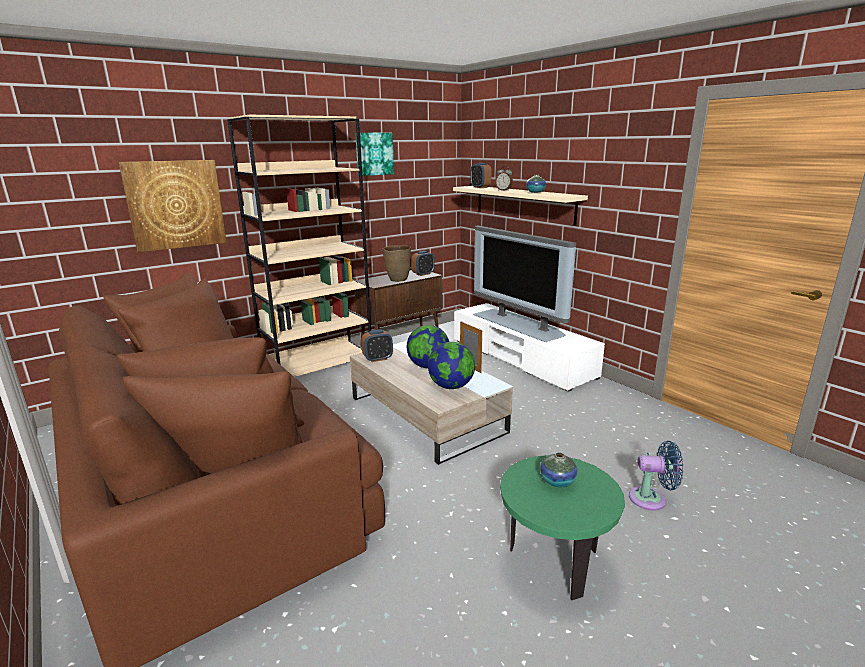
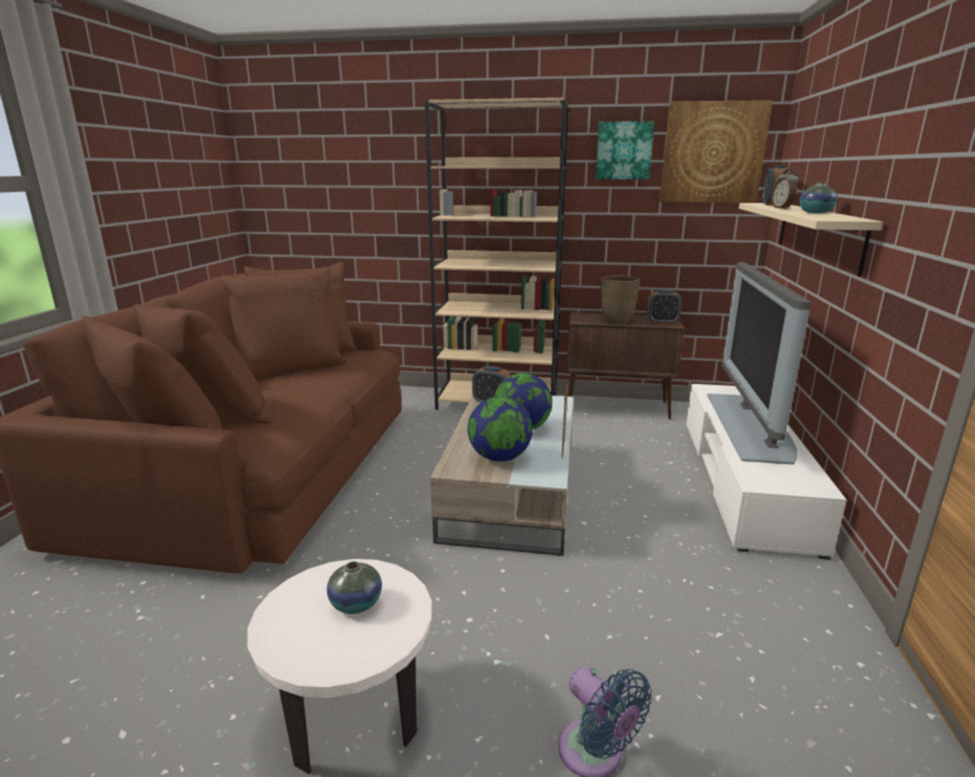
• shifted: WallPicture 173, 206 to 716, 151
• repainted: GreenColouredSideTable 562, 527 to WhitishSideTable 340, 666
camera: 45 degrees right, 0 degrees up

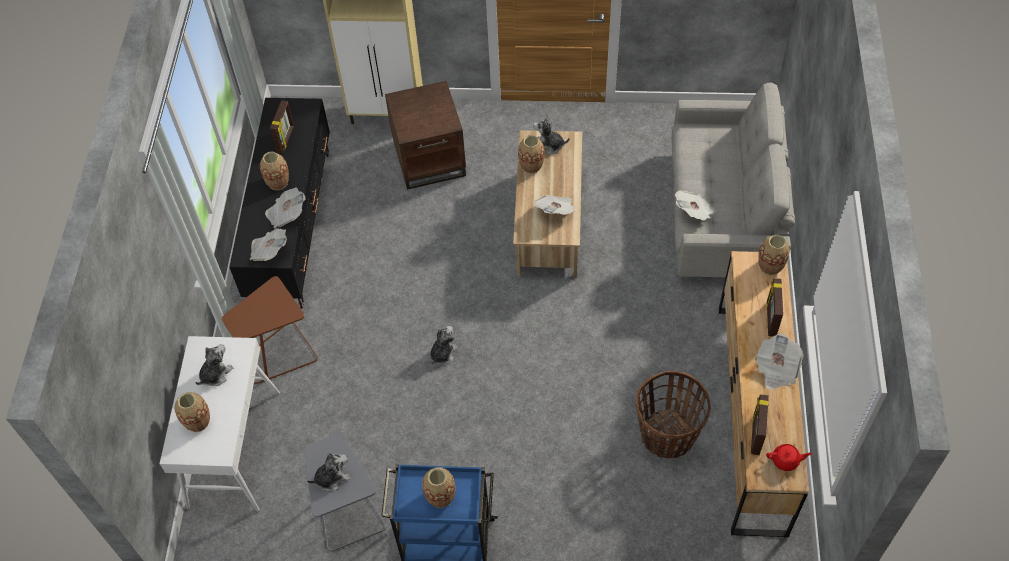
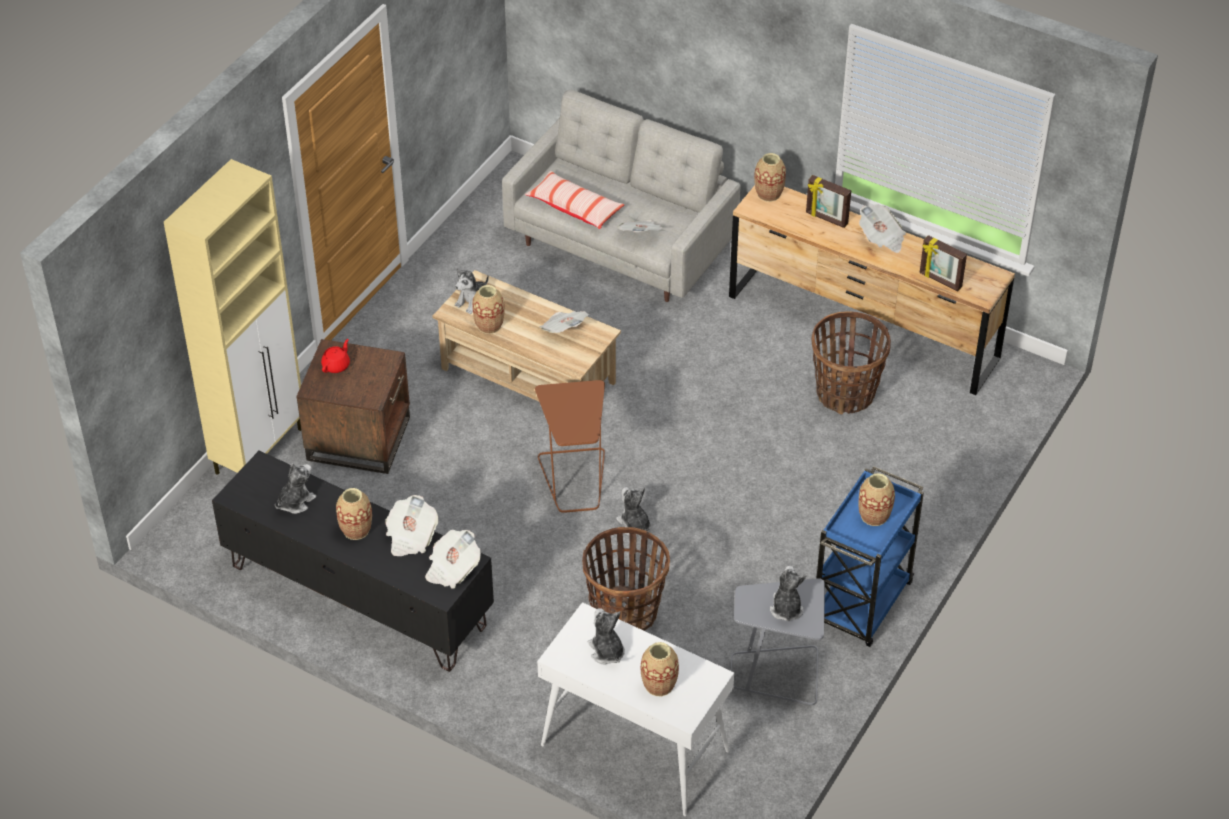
• new: Cushion 574, 200
• new: HouseholdBasket 626, 579
• shifted: BrownColouredSideTable 270, 330 to 570, 446
• shifted: RedPotForTea 789, 457 to 335, 356
• swapped: PictureFrame 282, 127 to PlushToy 295, 488
camera: 65 degrees left, 10 degrees down

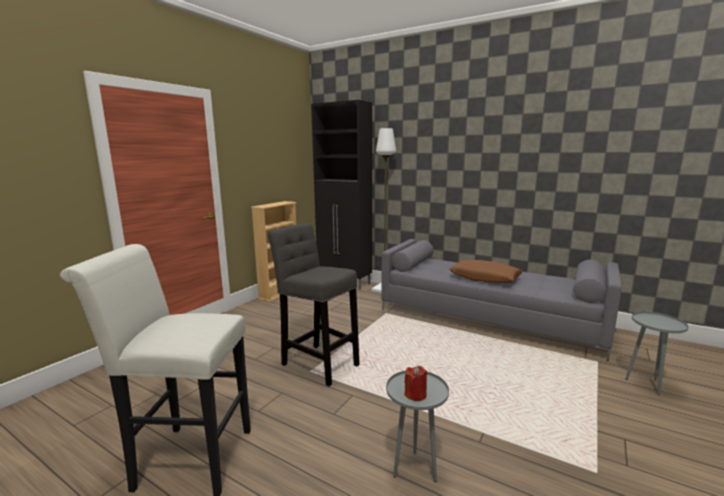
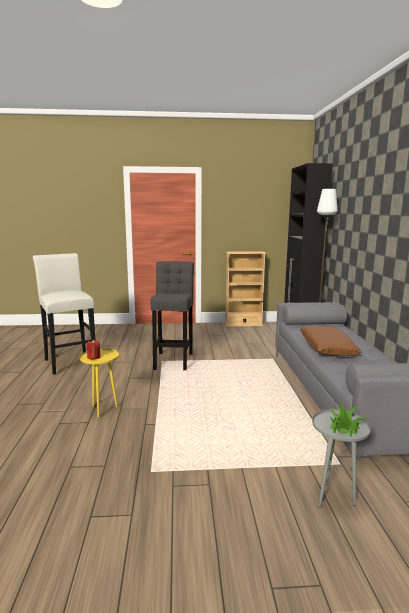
• new: Houseplant 348, 419
• repainted: GreySideTable 417, 426 to YellowColouredSideTable 99, 383
camera: 55 degrees right, 0 degrees up

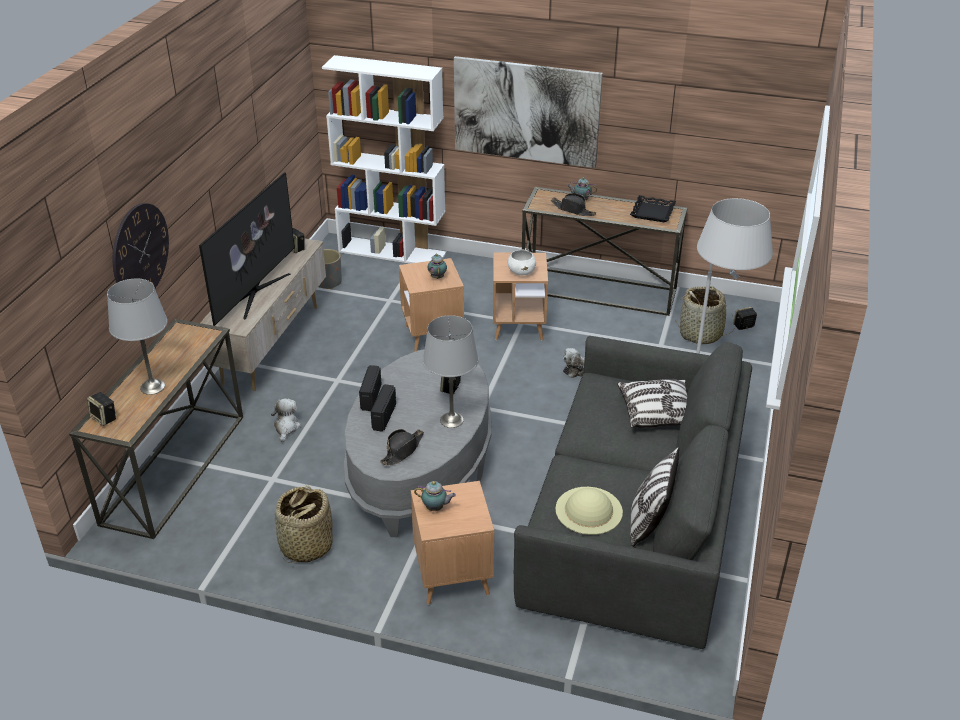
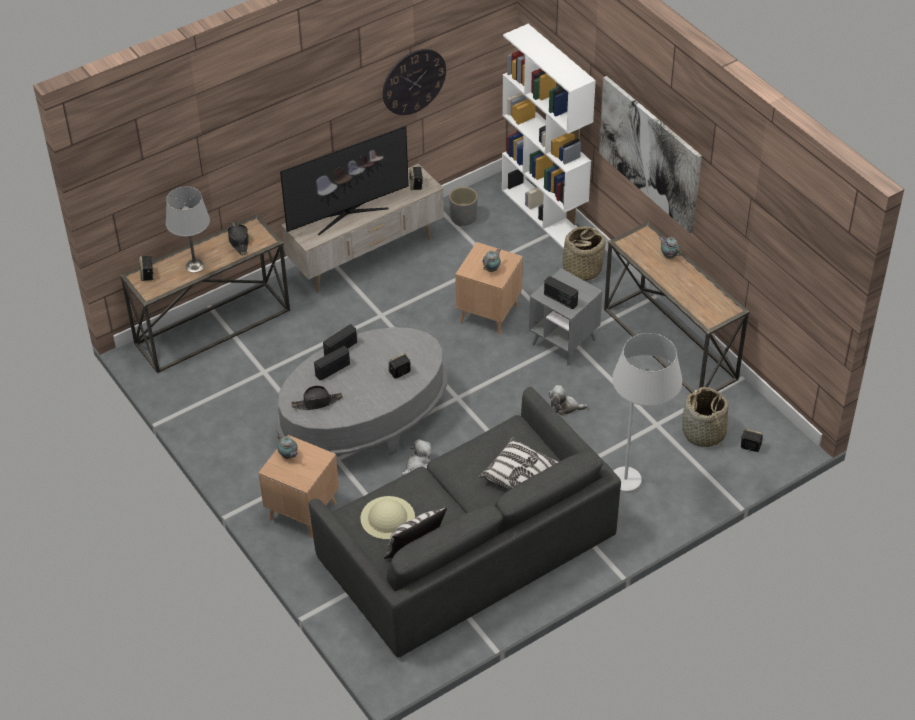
• gone: GreyTabletopLamp 450, 371
• gone: BlackColouredCarryingTray 653, 208
• shifted: ClockOnTheWall 141, 245 to 414, 82
• shifted: PlushToy 286, 420 to 416, 457
• shifted: HouseholdBasket 304, 524 to 581, 253
• shifted: BlackColouredWearableHat 573, 204 to 238, 238
• swapped: WhitishDeepDish 521, 262 to RadioSet 561, 292
• repainted: BrownColouredSideTable 520, 296 to GreySideTable 565, 317
camera: 40 degrees right, 10 degrees up

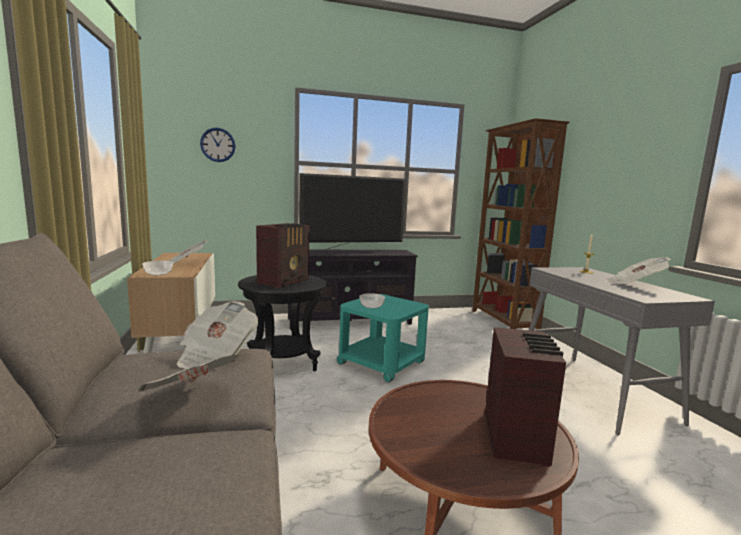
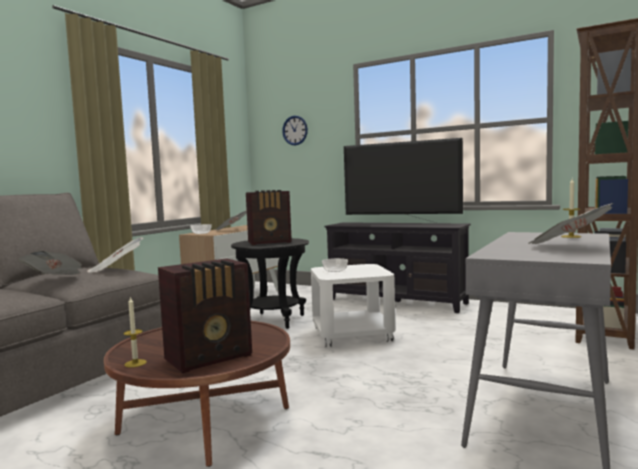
• new: WaxLight 135, 332
• repainted: TurquoiseColouredSideTable 383, 338 to WhitishSideTable 353, 305
camera: 45 degrees right, 5 degrees down

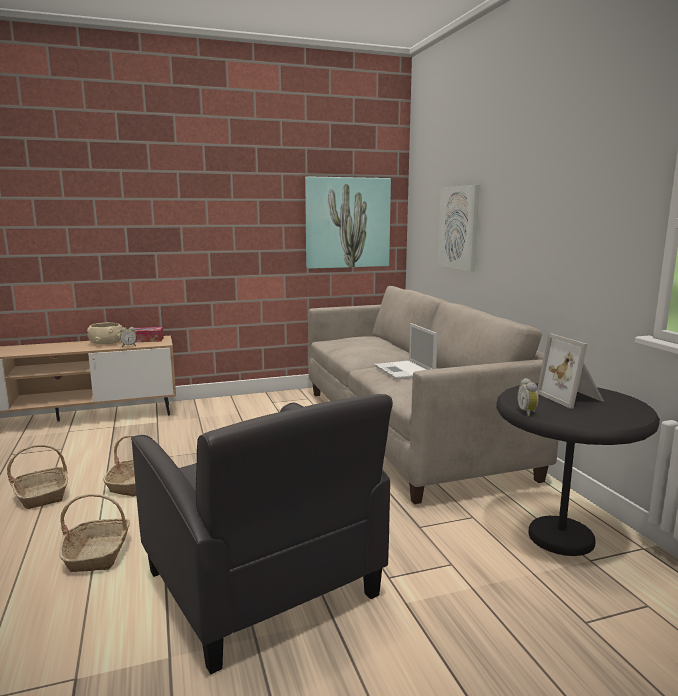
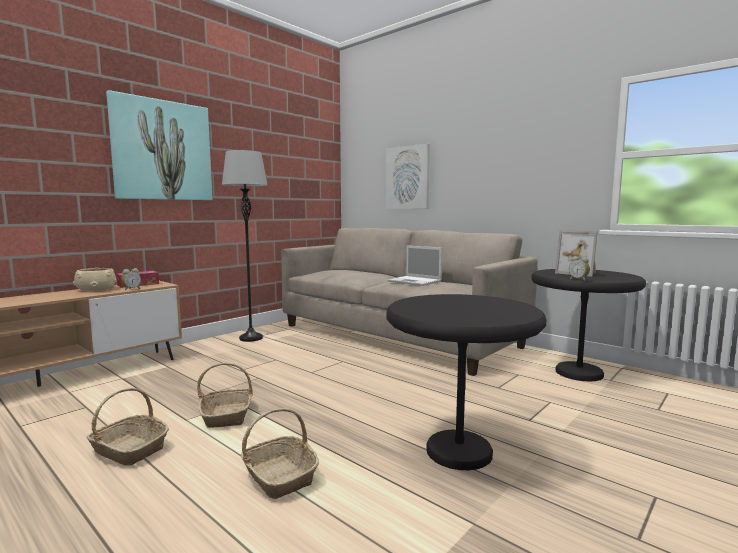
• new: GreyStandingLamp 245, 246
• shifted: WallPicture 348, 222 to 159, 145
• swapped: BlackColouredArmchair 262, 534 to BlackColouredSideTable 466, 382
camera: 30 degrees left, 5 degrees down

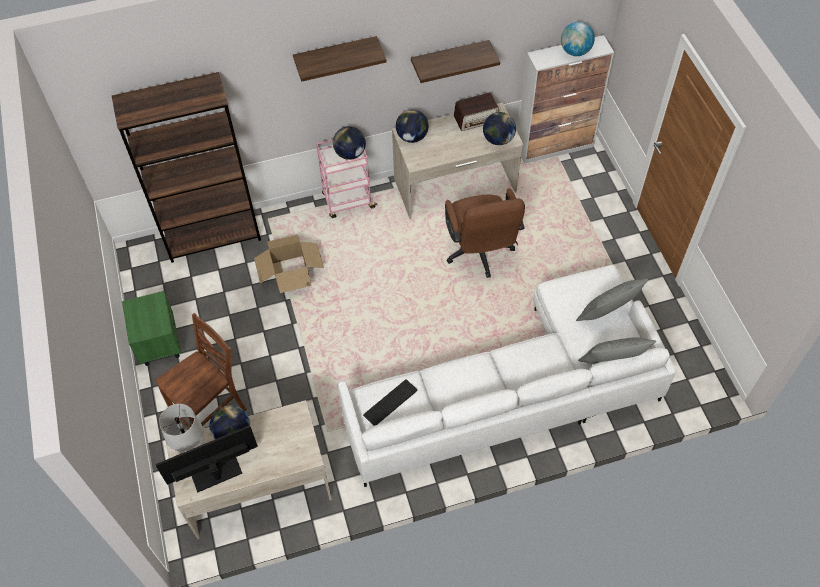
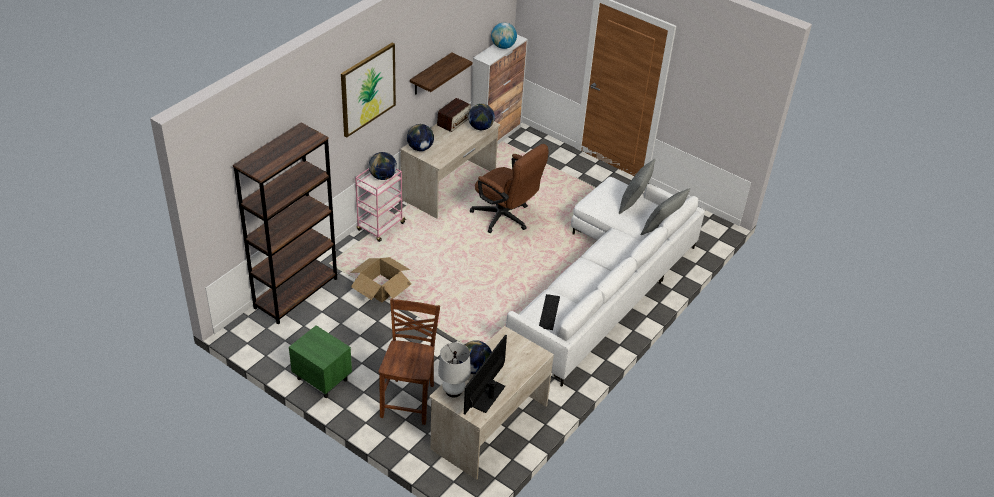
• swapped: BracketShelf 339, 59 to WallPicture 368, 90
camera: 40 degrees left, 15 degrees down

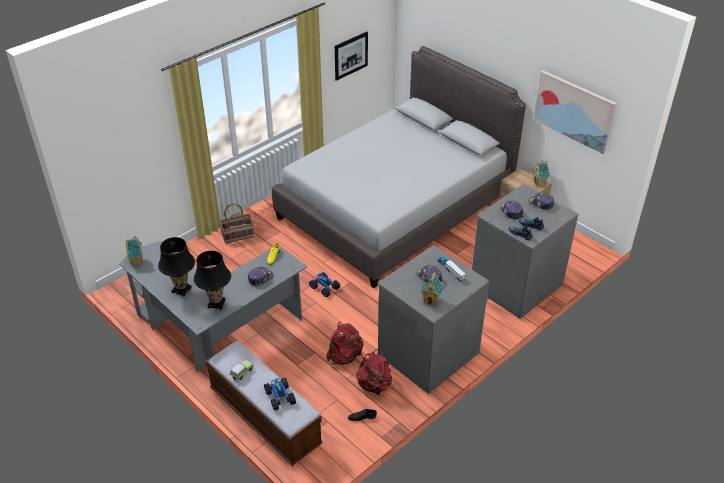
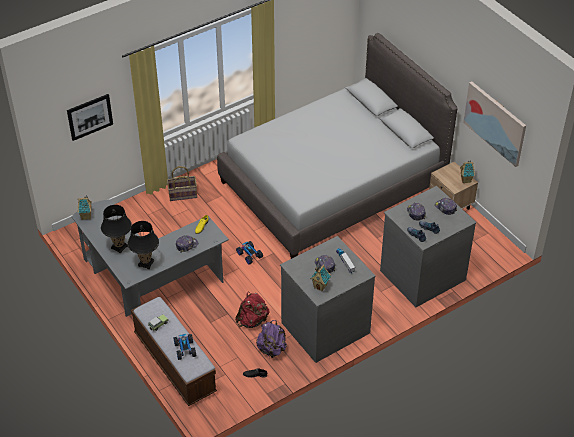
• shifted: WallPicture 351, 56 to 90, 117
• repainted: RedRucksack 374, 372 to PurplishRucksack 271, 339
camera: 10 degrees right, 5 degrees up

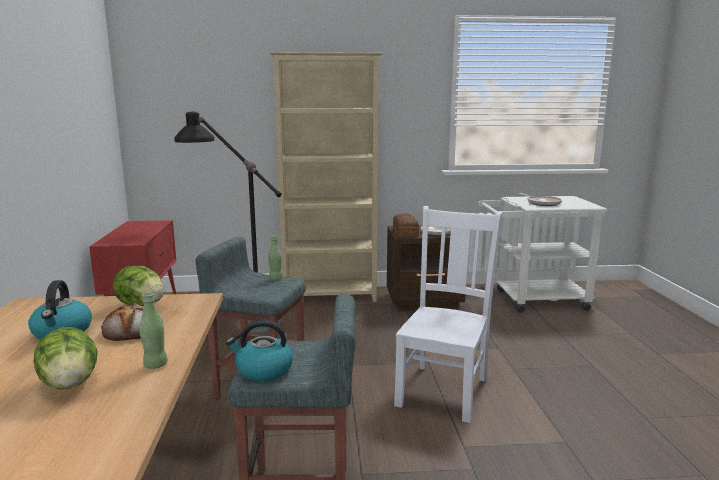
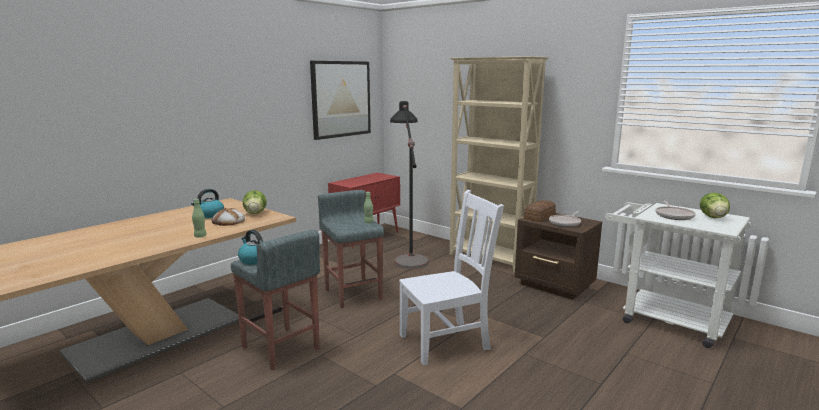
• new: WallPicture 340, 100
• shifted: Lettuce 65, 358 to 715, 205
camera: 45 degrees right, 0 degrees up

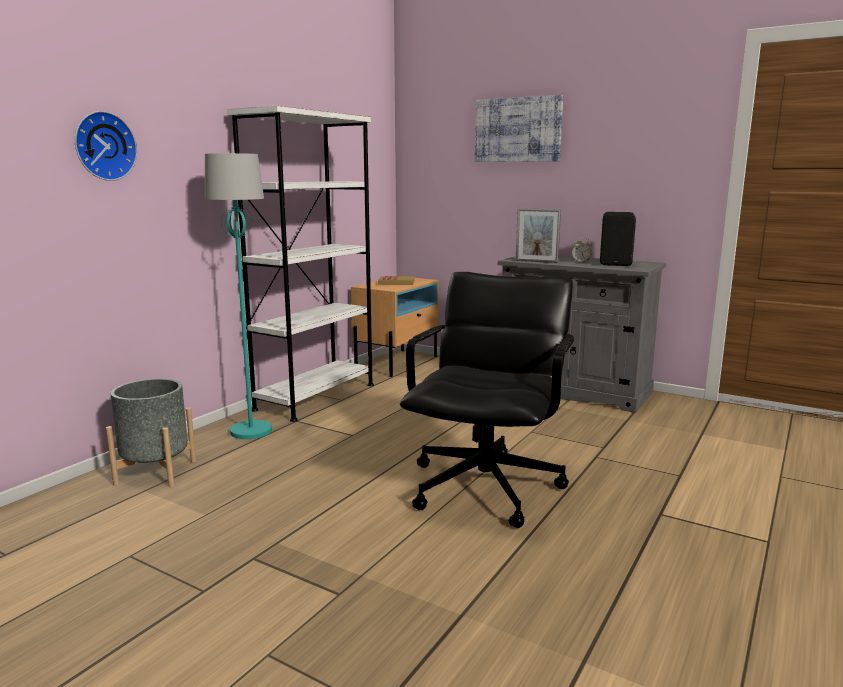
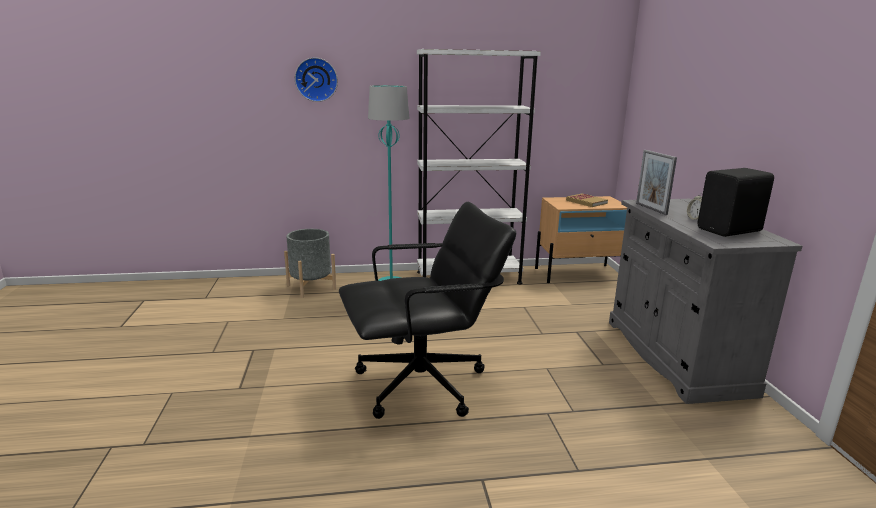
• gone: WallPicture 519, 128
camera: 50 degrees right, 5 degrees up

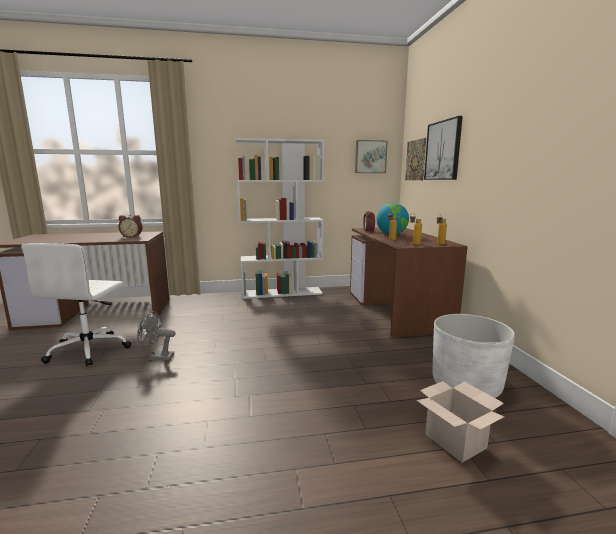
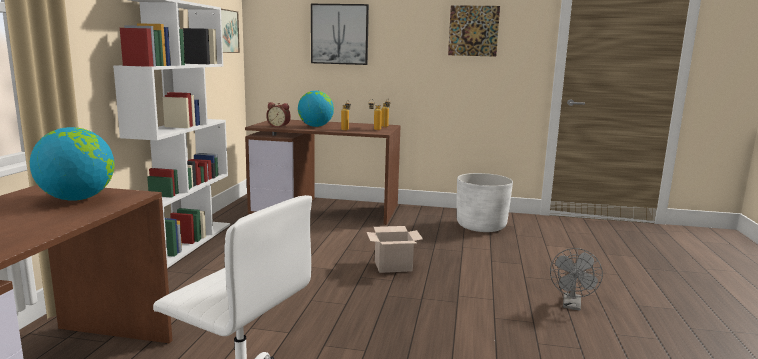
• shifted: GreyCoolingFan 156, 335 to 576, 279
• shifted: WallPicture 415, 159 to 474, 31
• shifted: Carton 460, 422 to 395, 249
• swapped: TableClock 130, 226 to DeskGlobe 72, 164
camera: 70 degrees left, 0 degrees up

